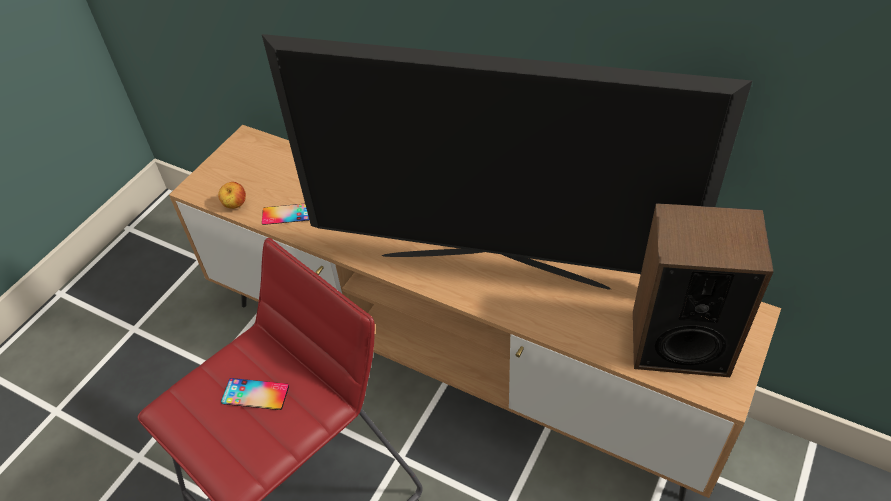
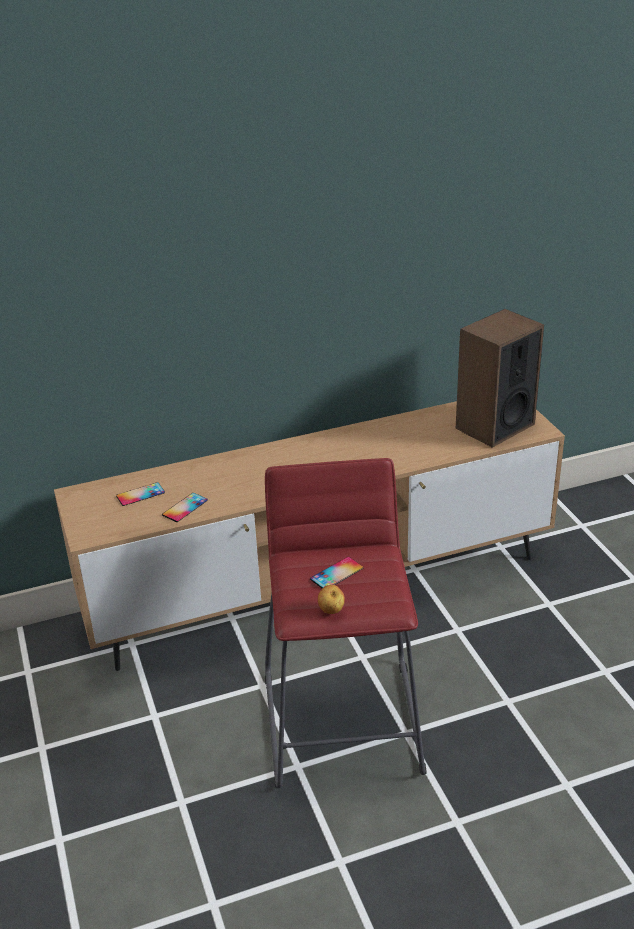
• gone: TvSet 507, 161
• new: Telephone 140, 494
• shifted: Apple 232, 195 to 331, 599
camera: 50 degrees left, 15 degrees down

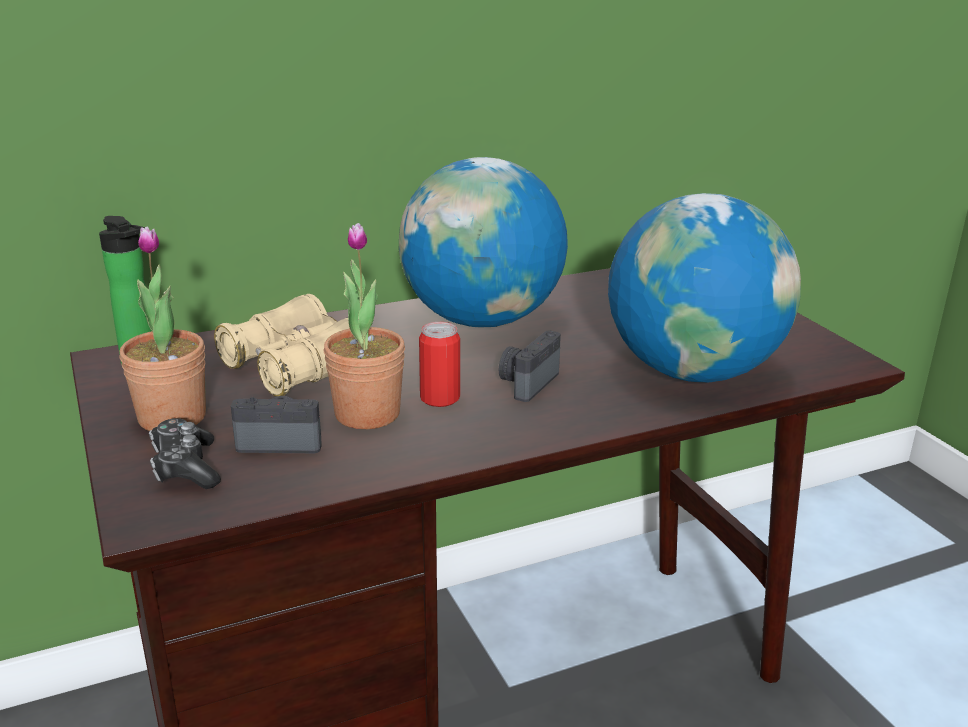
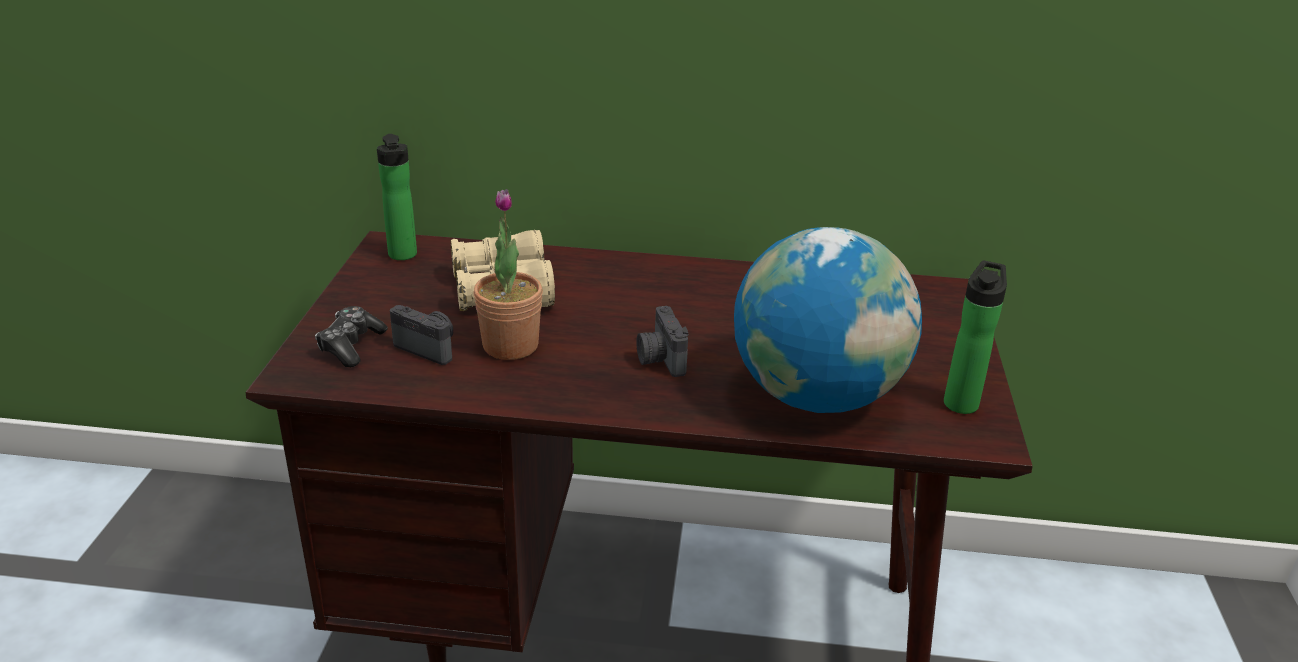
• gone: Houseplant 162, 328
• gone: DeskGlobe 483, 242
• gone: SealedCan 439, 364
• new: Bottle 975, 337
• rotated: StillCamera 530, 366 = 662, 341 75 degrees counterclockwise
camera: 30 degrees right, 5 degrees up

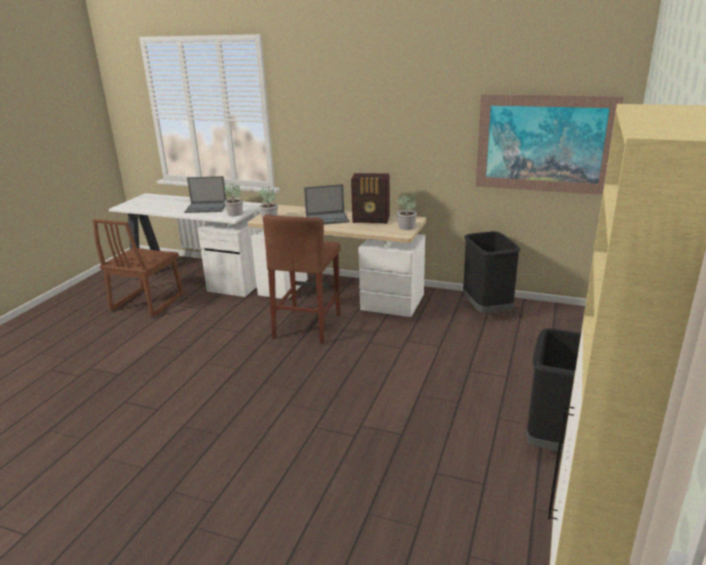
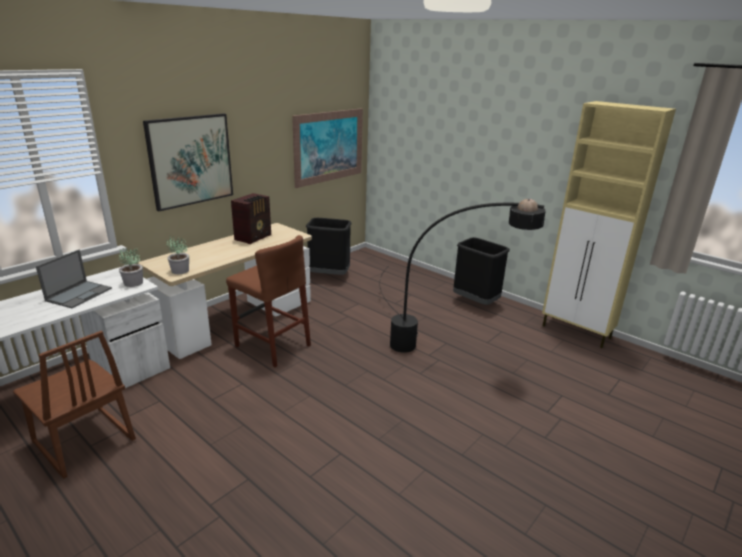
• gone: PortableComputer 326, 204
• gone: Houseplant 407, 211
• new: WallPicture 188, 162
• new: BlackColouredStandingLamp 462, 276
camera: 70 degrees left, 0 degrees up

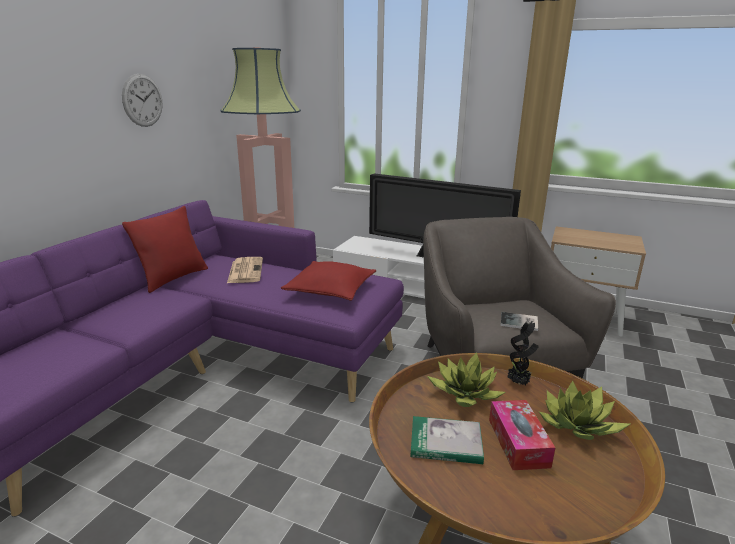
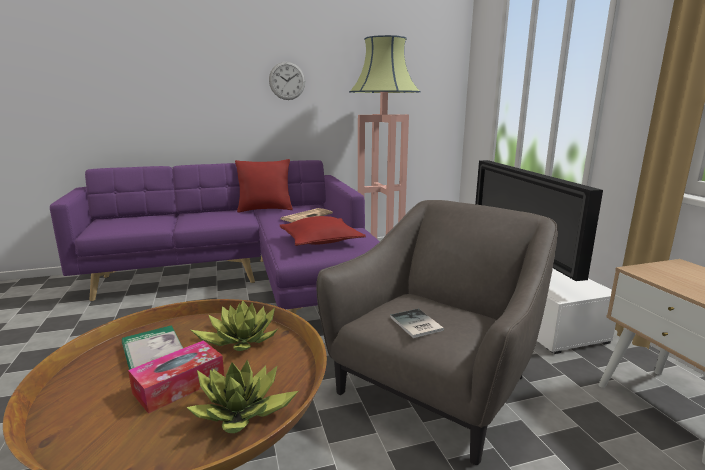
• gone: Houseplant 523, 353
camera: 50 degrees right, 5 degrees down

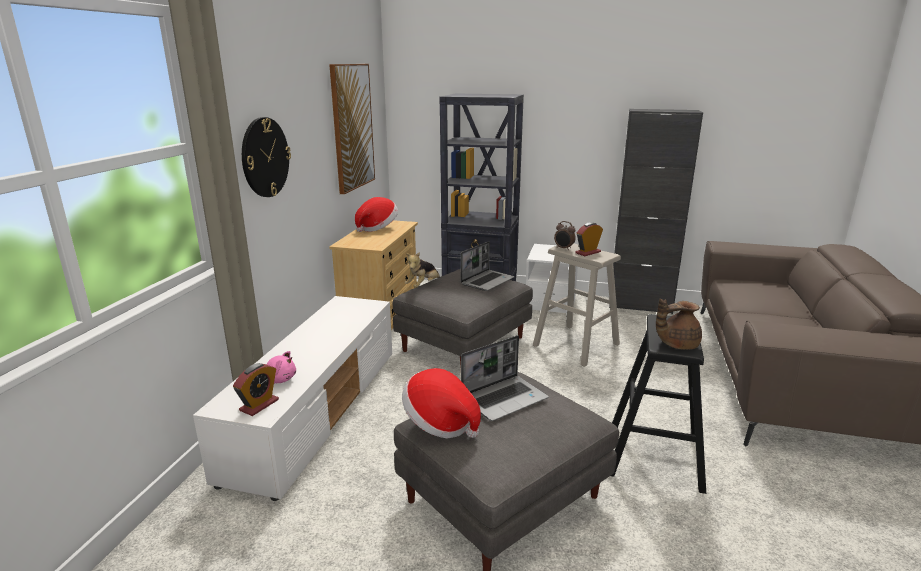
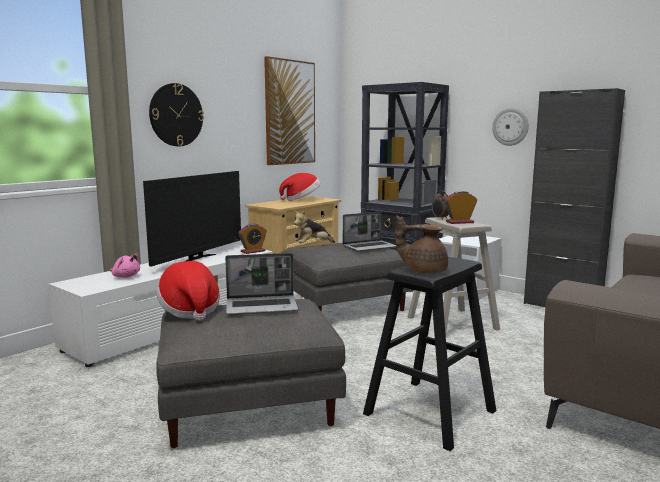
• new: TvSet 192, 219
• new: ClockOnTheWall 510, 127
• shifted: TableClock 256, 389 to 252, 239
camera: 25 degrees right, 10 degrees down

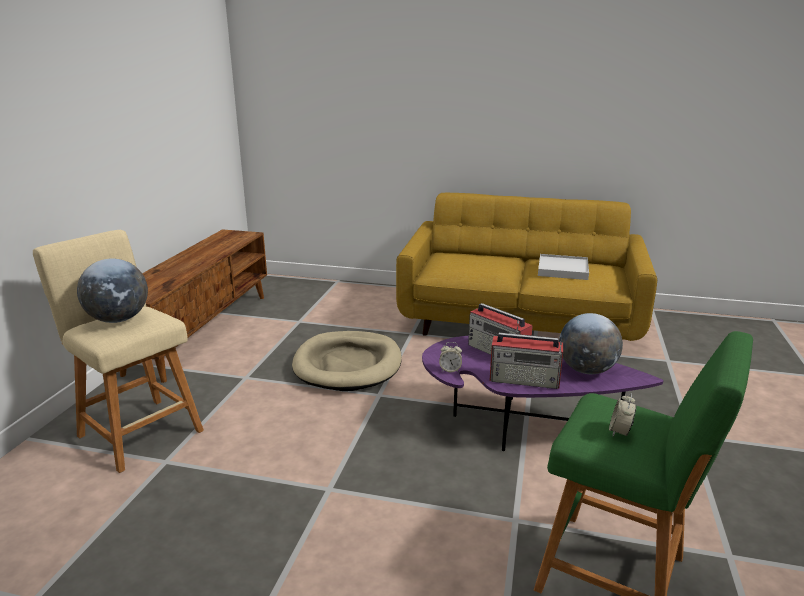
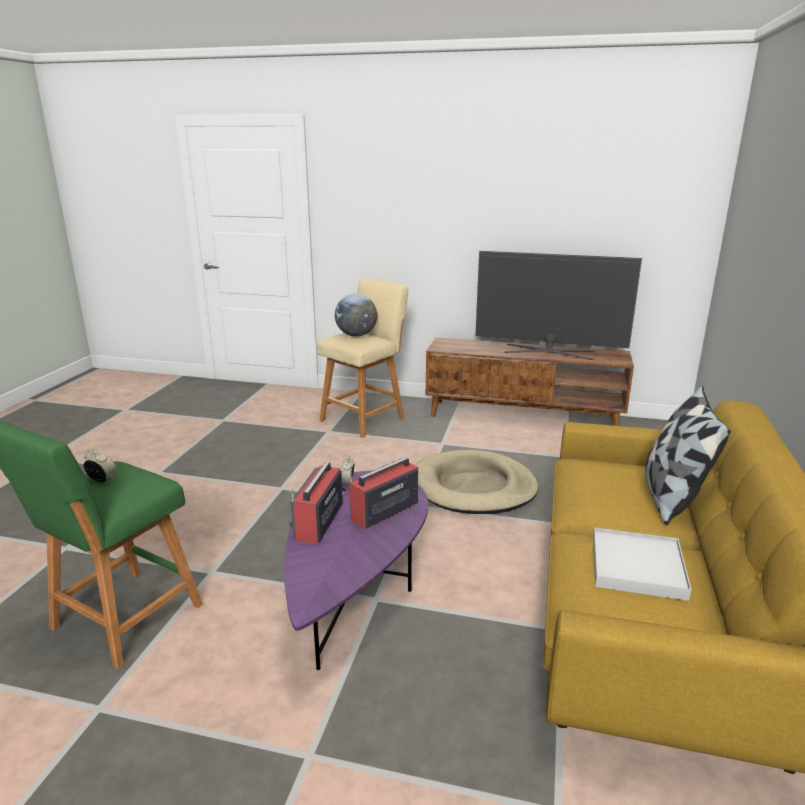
• gone: DeskGlobe 591, 343
• new: TvSet 558, 305
• new: Cushion 688, 455
camera: 90 degrees right, 0 degrees up

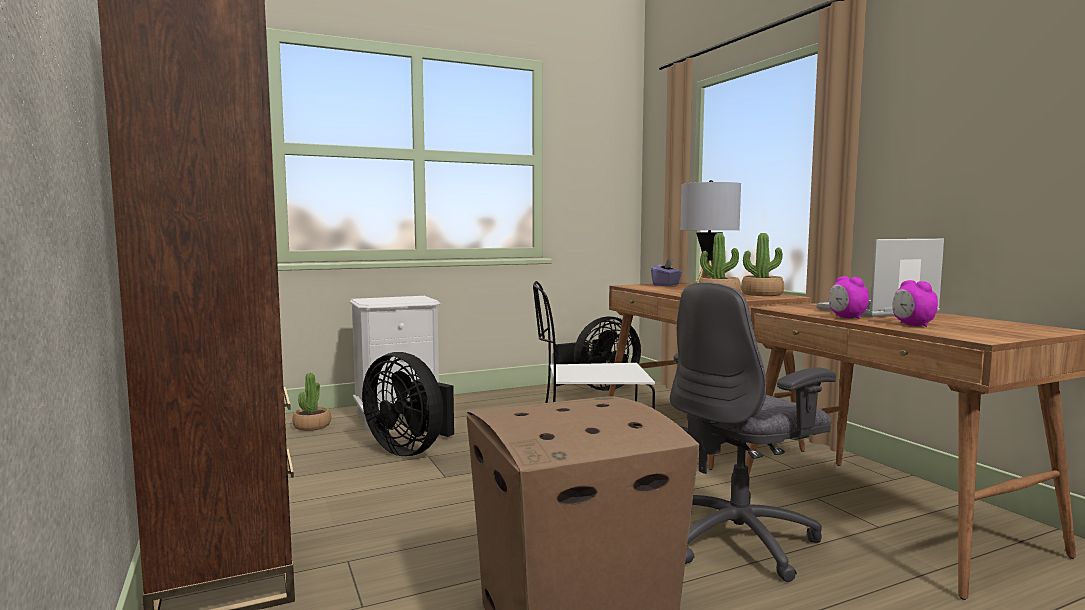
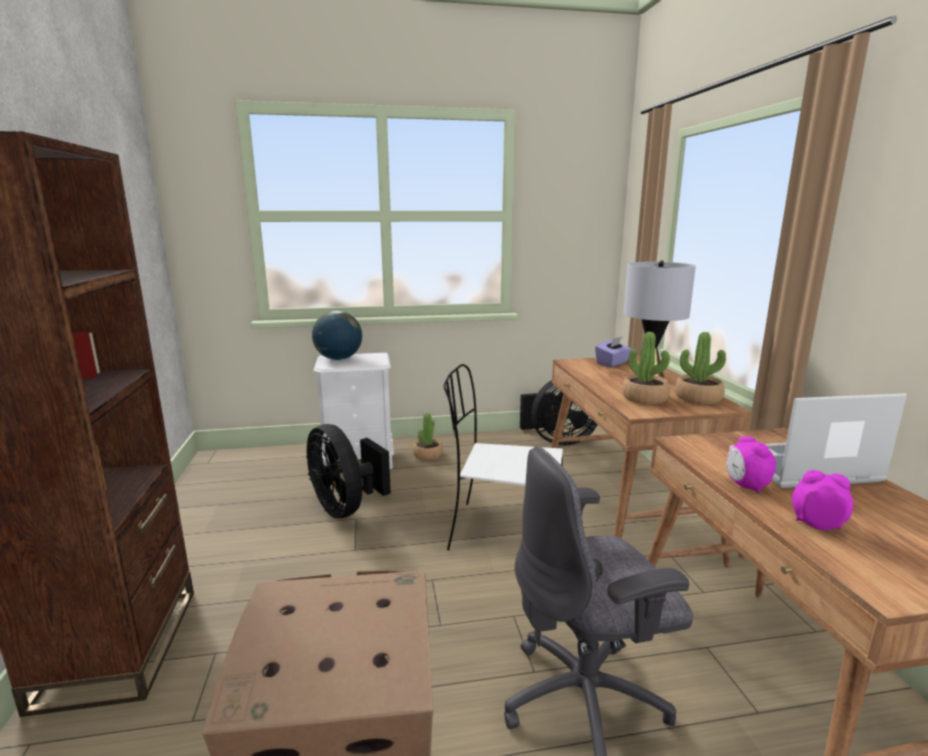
• new: DeskGlobe 337, 335
• shifted: Houseplant 311, 402 to 428, 436
• rotated: TableClock 915, 303 = 822, 500 120 degrees clockwise
camera: 15 degrees right, 10 degrees up

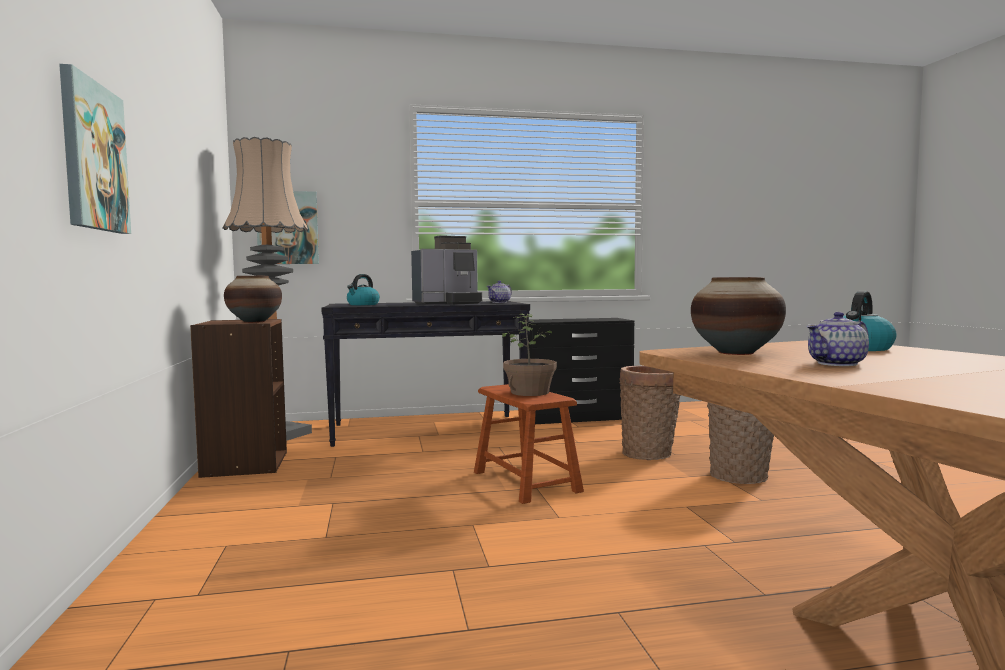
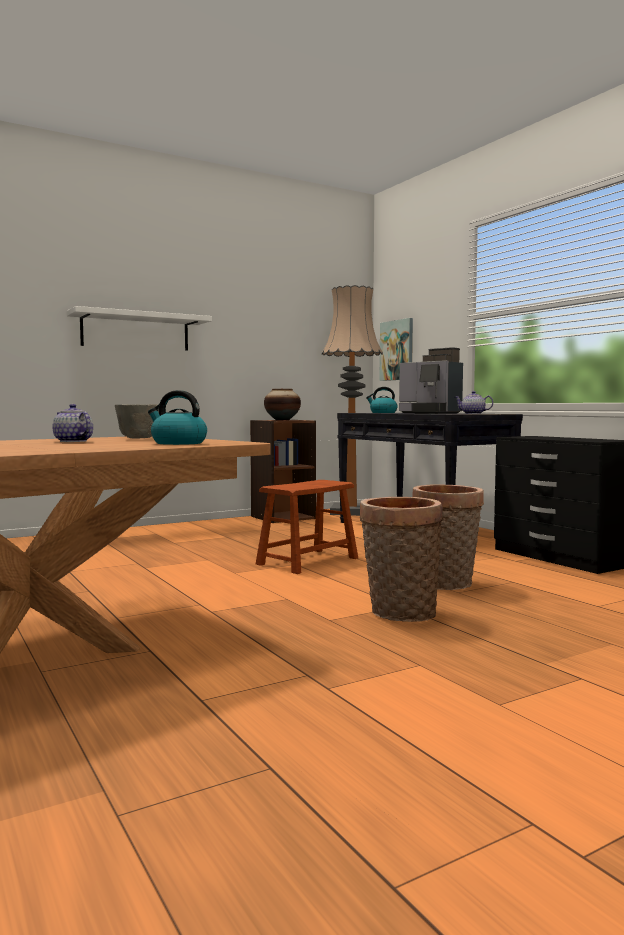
• gone: Houseplant 529, 354
• swapped: WallPicture 95, 149 to WhitishBracketShelf 139, 328
• swapped: Vase 738, 316 to GreyDeepDish 137, 421
camera: 70 degrees right, 0 degrees up

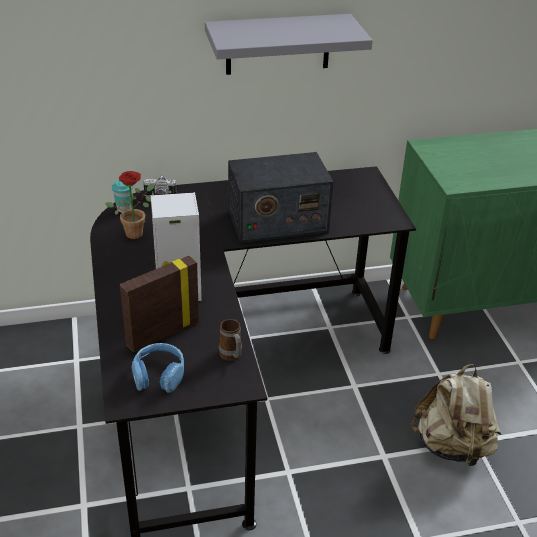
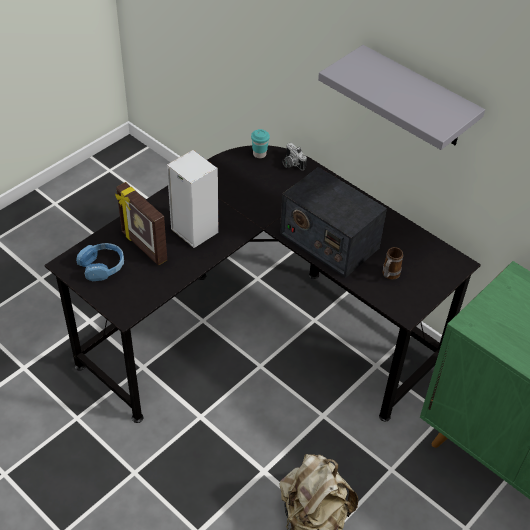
• gone: Houseplant 129, 205
• shifted: CoffeeMug 230, 340 to 392, 263
• rotated: PictureFrame 159, 304 = 141, 224 150 degrees counterclockwise
camera: 55 degrees right, 10 degrees up

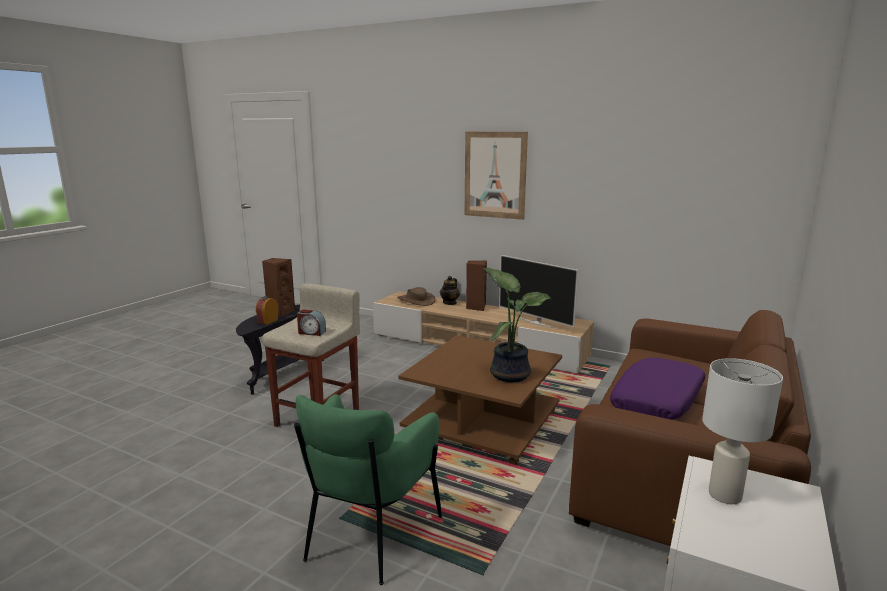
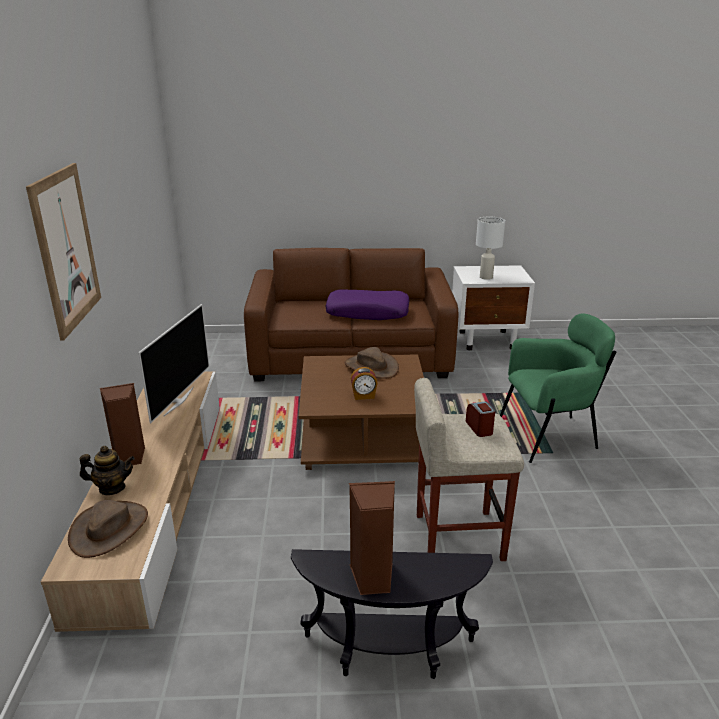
• shifted: TableClock 267, 310 to 364, 383
• swapped: Houseplant 518, 325 to BrownColouredWearableHat 372, 363
camera: 120 degrees left, 10 degrees up

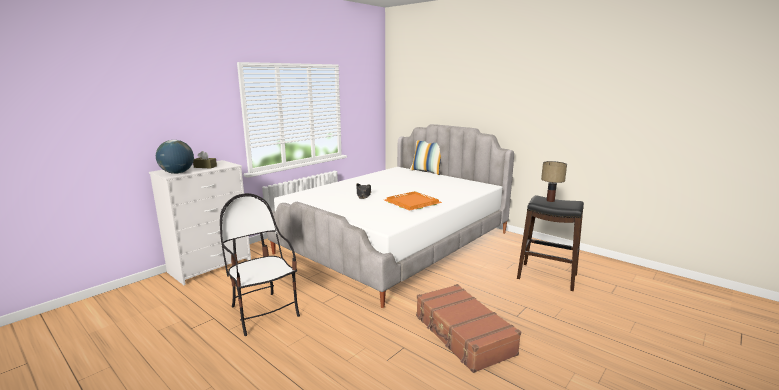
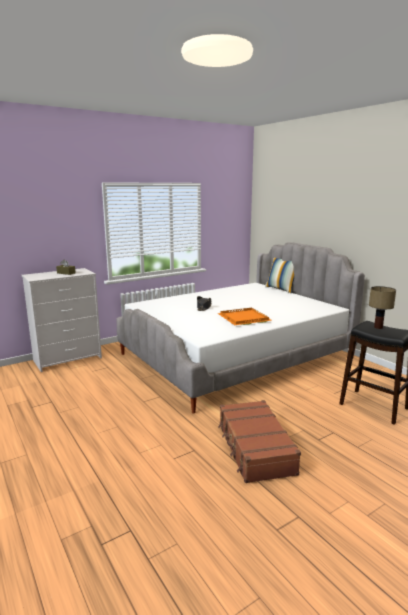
• gone: DeskGlobe 175, 157
• gone: PlainChair 260, 264
camera: 15 degrees right, 0 degrees up

